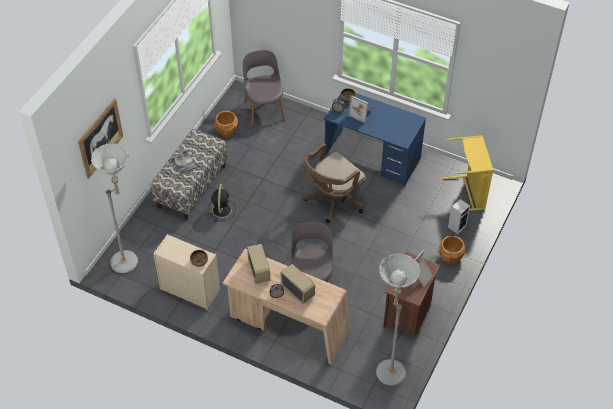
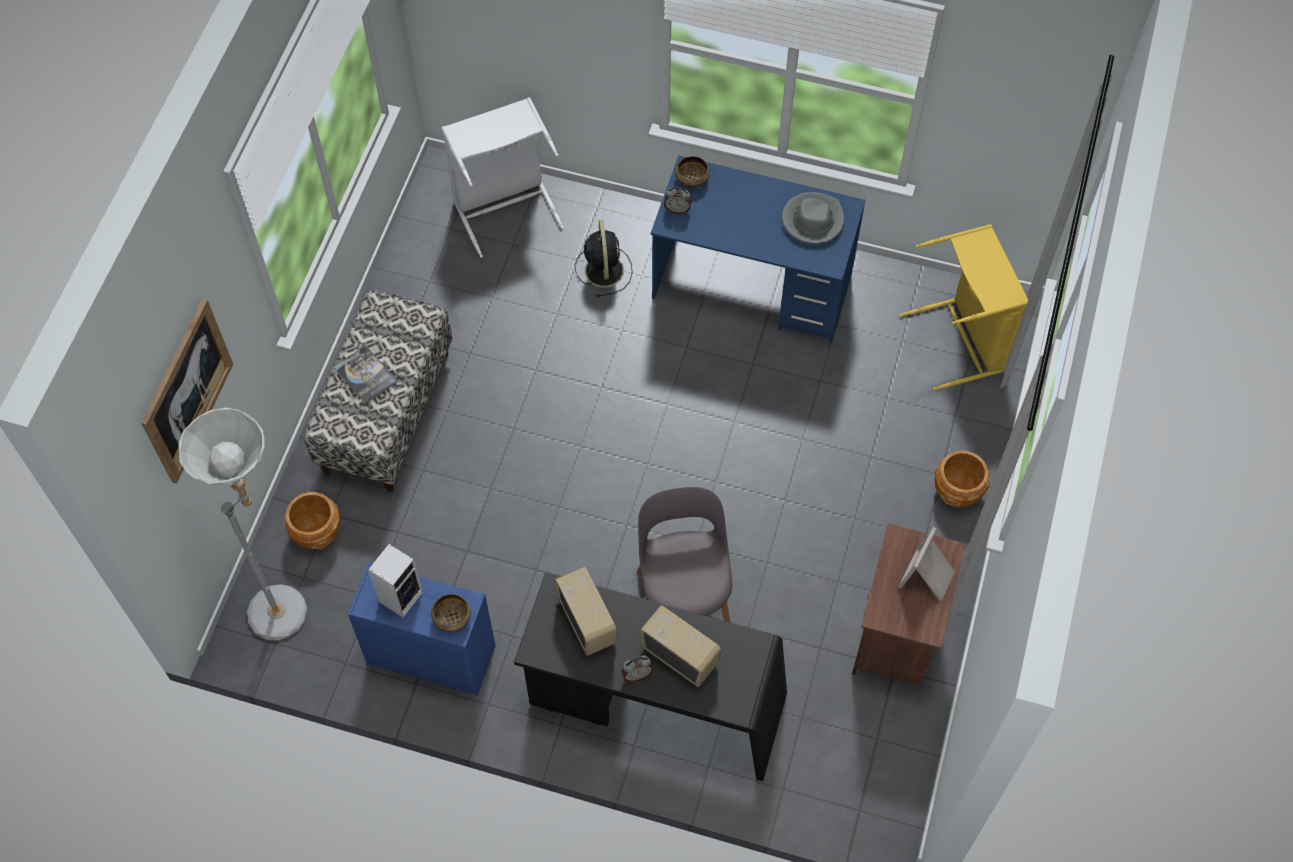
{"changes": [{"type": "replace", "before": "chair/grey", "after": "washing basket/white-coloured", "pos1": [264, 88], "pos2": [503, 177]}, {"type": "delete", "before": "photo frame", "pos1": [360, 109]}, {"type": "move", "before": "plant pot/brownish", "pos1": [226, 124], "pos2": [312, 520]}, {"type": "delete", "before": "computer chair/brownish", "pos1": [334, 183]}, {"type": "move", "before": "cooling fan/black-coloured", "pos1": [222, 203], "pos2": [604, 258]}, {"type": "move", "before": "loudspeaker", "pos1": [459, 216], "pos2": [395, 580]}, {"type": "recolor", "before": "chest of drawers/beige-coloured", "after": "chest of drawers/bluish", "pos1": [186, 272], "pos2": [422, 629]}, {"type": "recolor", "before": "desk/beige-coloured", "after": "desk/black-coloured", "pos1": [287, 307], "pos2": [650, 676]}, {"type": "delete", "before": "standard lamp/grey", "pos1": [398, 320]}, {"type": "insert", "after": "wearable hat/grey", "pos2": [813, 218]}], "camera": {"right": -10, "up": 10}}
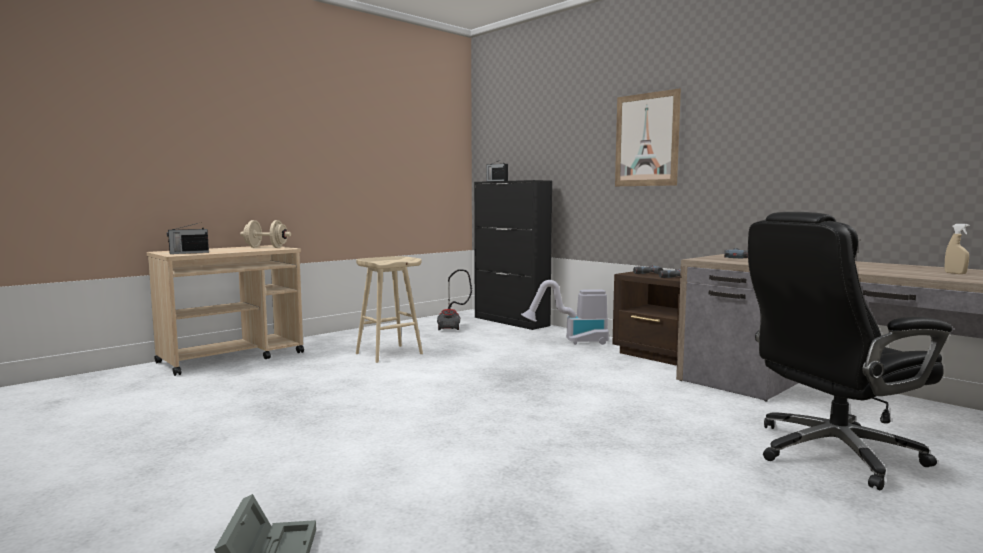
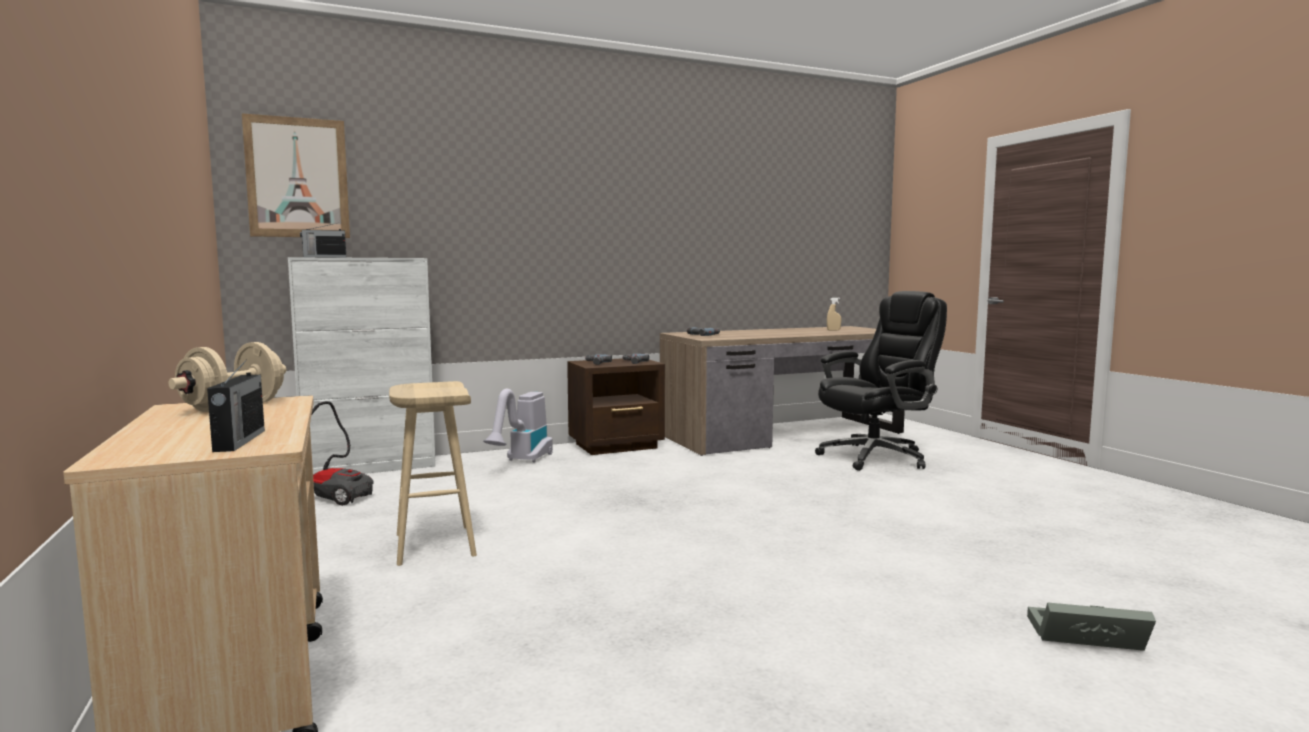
{"changes": [{"type": "move", "before": "wall picture", "pos1": [648, 137], "pos2": [296, 175]}, {"type": "recolor", "before": "cupboard/black-coloured", "after": "cupboard/white-coloured", "pos1": [513, 255], "pos2": [362, 366]}, {"type": "rotate", "before": "computer chair/black-coloured", "pos1": [850, 351], "pos2": [881, 381], "turn": -120}], "camera": {"right": -70, "up": 0}}
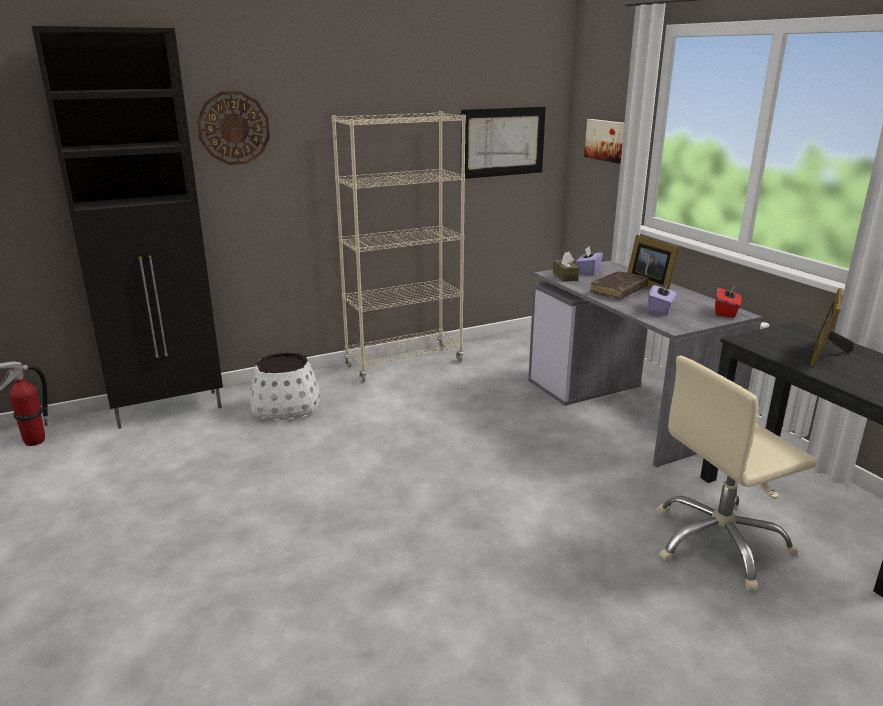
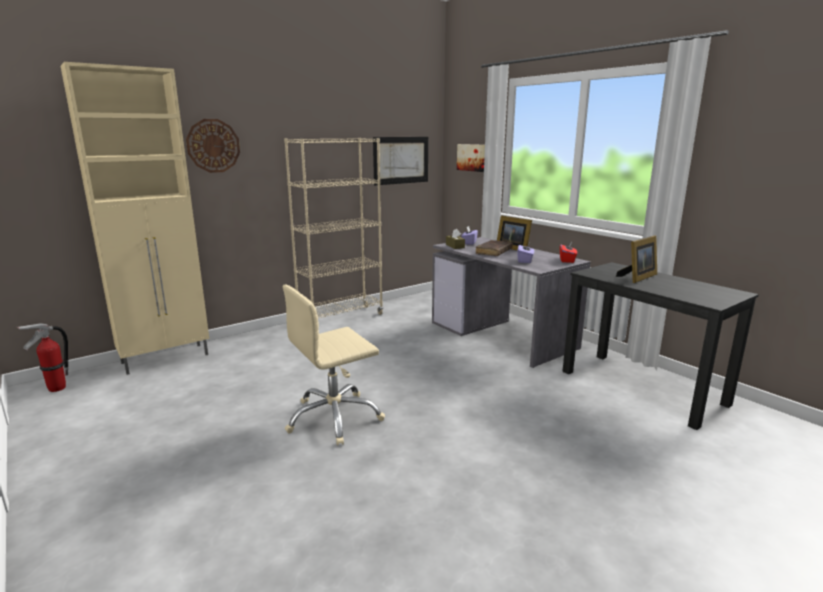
{"changes": [{"type": "recolor", "before": "cupboard/black-coloured", "after": "cupboard/beige-coloured", "pos1": [127, 227], "pos2": [135, 218]}, {"type": "rotate", "before": "photo frame", "pos1": [832, 327], "pos2": [636, 259], "turn": -150}, {"type": "delete", "before": "plant pot/white-coloured", "pos1": [285, 386]}, {"type": "move", "before": "computer chair/beige-coloured", "pos1": [737, 473], "pos2": [334, 365]}], "camera": {"right": -10, "up": -5}}
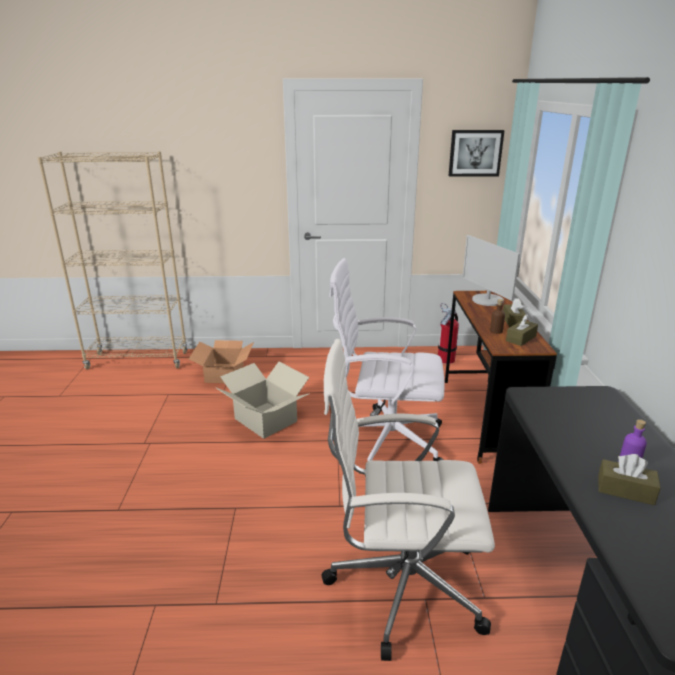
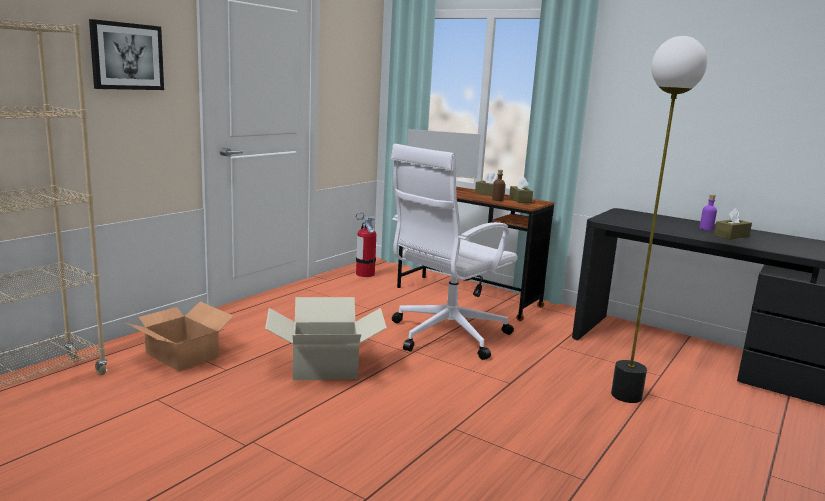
{"changes": [{"type": "move", "before": "wall picture", "pos1": [476, 153], "pos2": [126, 54]}, {"type": "replace", "before": "computer chair/white-coloured", "after": "standard lamp", "pos1": [408, 500], "pos2": [659, 219]}], "camera": {"right": -55, "up": -10}}
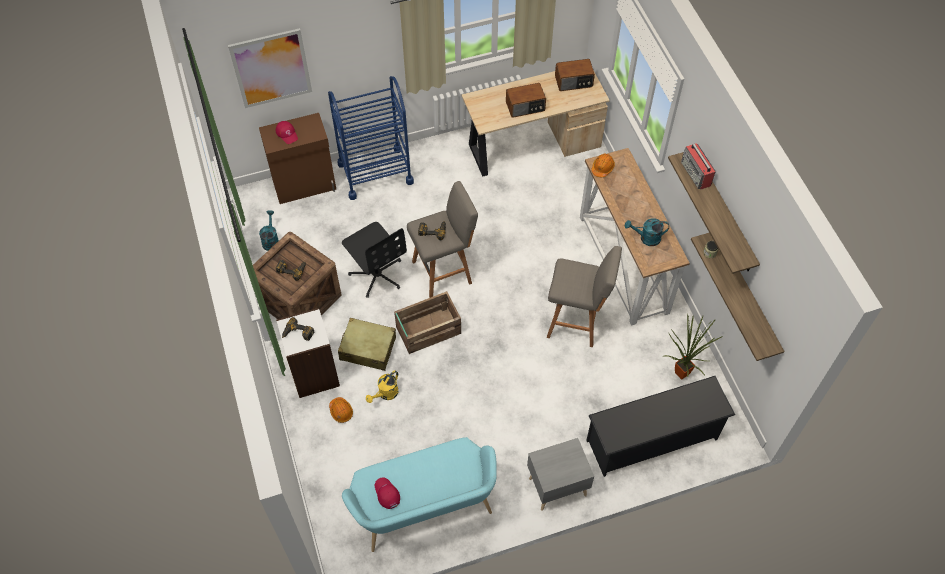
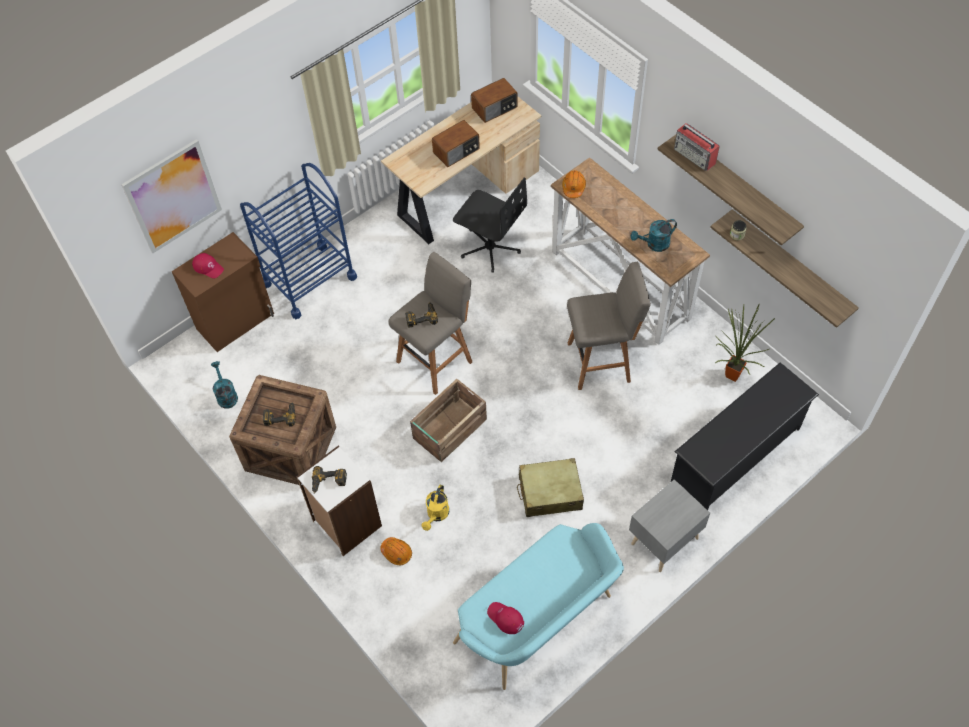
{"changes": [{"type": "move", "before": "computer chair/black-coloured", "pos1": [374, 260], "pos2": [490, 225]}, {"type": "move", "before": "suitcase/beige-coloured", "pos1": [367, 344], "pos2": [550, 487]}], "camera": {"right": -20, "up": 0}}
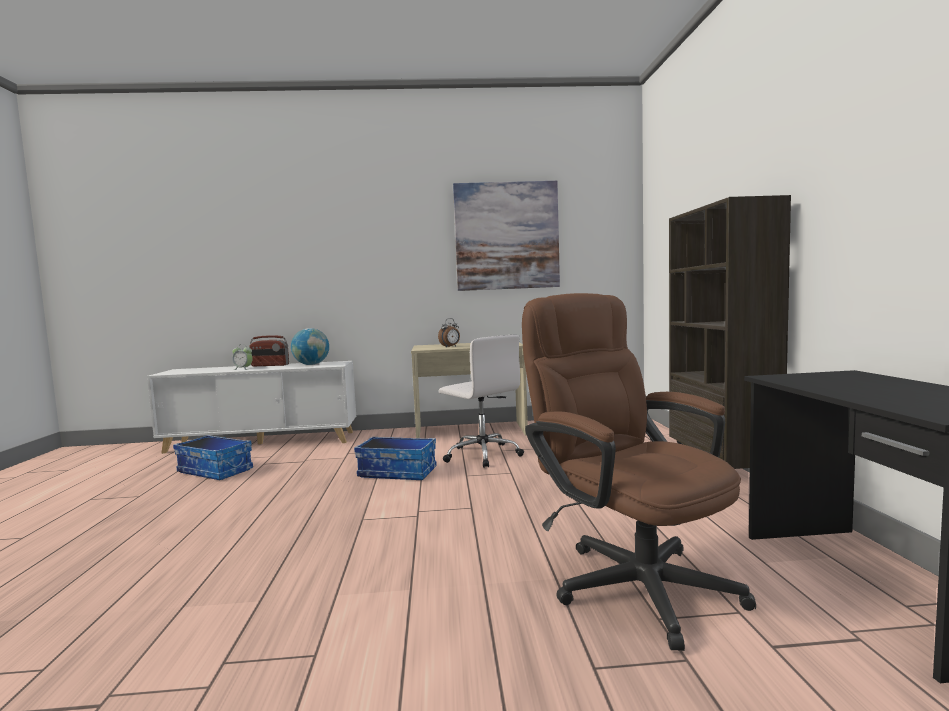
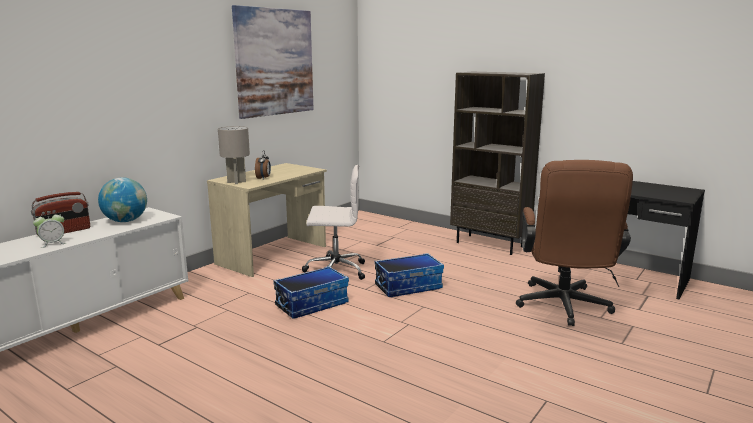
{"changes": [{"type": "rotate", "before": "computer chair/brownish", "pos1": [639, 472], "pos2": [574, 243], "turn": -90}, {"type": "move", "before": "storage container", "pos1": [213, 457], "pos2": [409, 275]}, {"type": "insert", "after": "tabletop lamp/grey", "pos2": [234, 155]}], "camera": {"right": -50, "up": 10}}
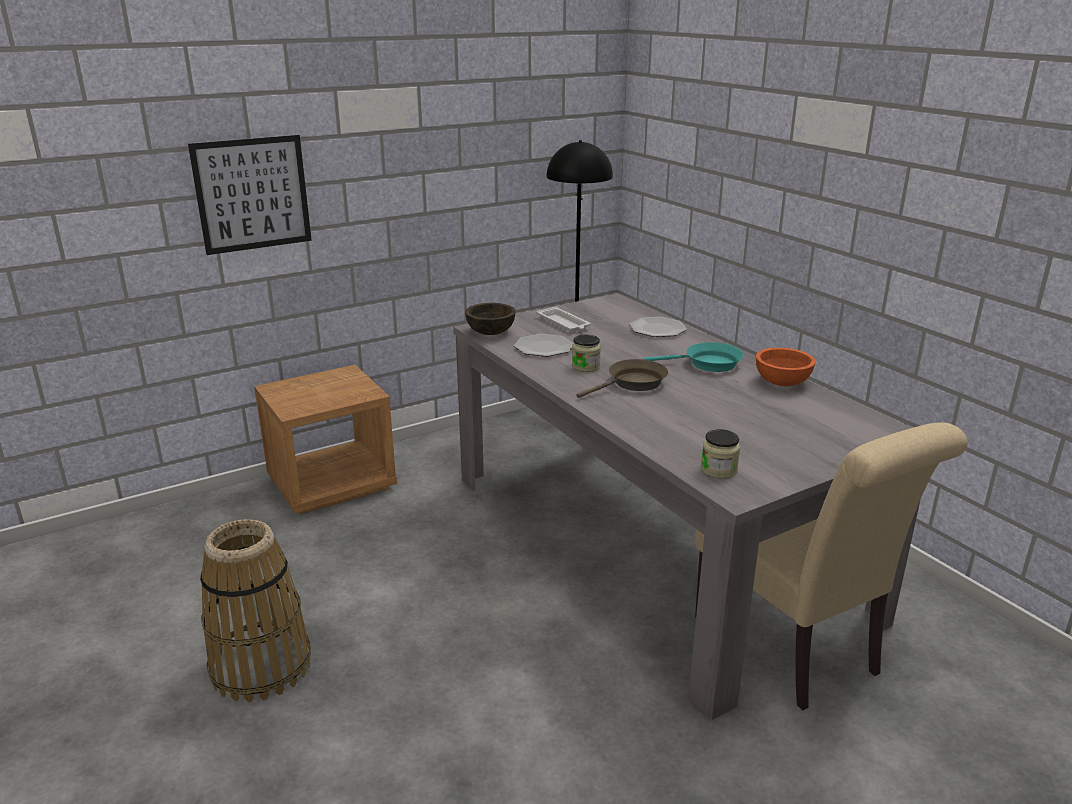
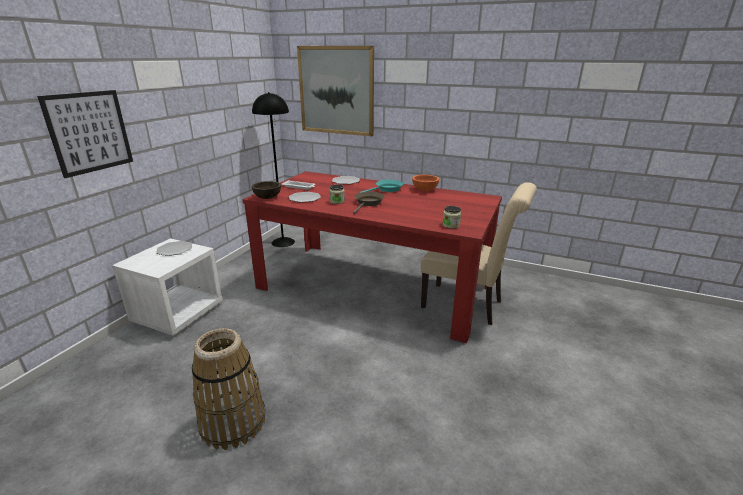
{"changes": [{"type": "recolor", "before": "kitchen table/grey", "after": "kitchen table/red-coloured", "pos1": [687, 506], "pos2": [372, 257]}, {"type": "recolor", "before": "nightstand/brownish", "after": "nightstand/white-coloured", "pos1": [325, 439], "pos2": [167, 287]}, {"type": "insert", "after": "wall picture", "pos2": [335, 91]}, {"type": "insert", "after": "flat dish", "pos2": [174, 248]}], "camera": {"right": -35, "up": 0}}
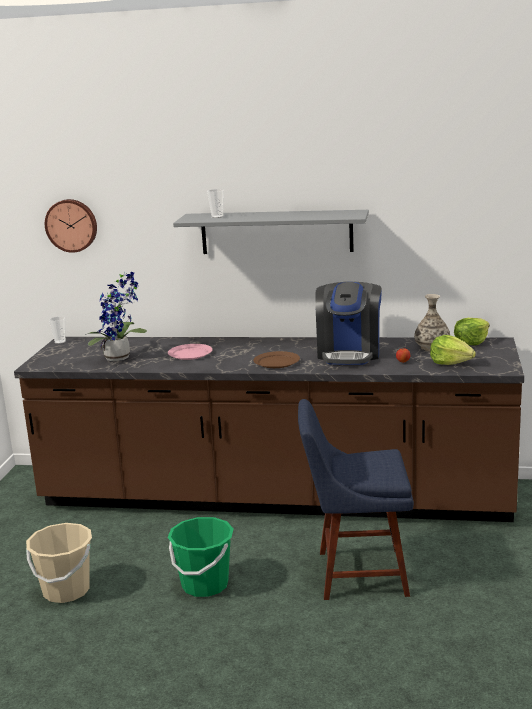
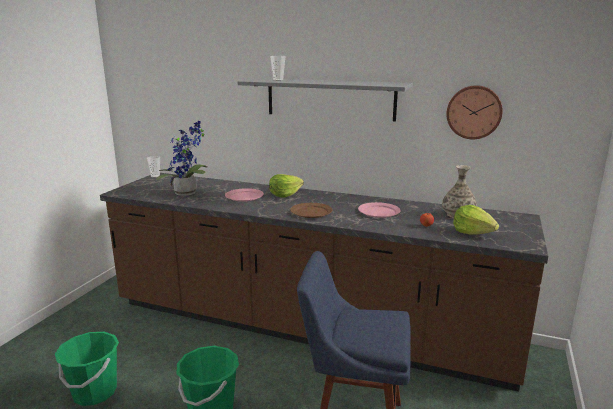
{"changes": [{"type": "move", "before": "wall clock", "pos1": [71, 226], "pos2": [474, 112]}, {"type": "replace", "before": "coffee machine", "after": "flat dish/pink", "pos1": [348, 323], "pos2": [379, 210]}, {"type": "move", "before": "lettuce", "pos1": [472, 331], "pos2": [286, 186]}, {"type": "recolor", "before": "water bucket/beige-coloured", "after": "water bucket/greenish", "pos1": [59, 563], "pos2": [87, 369]}], "camera": {"right": 10, "up": 0}}
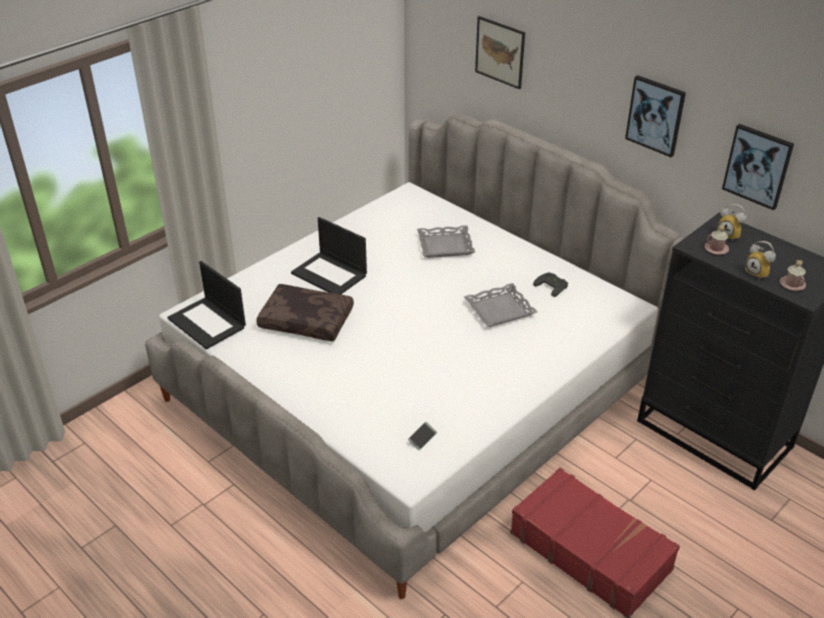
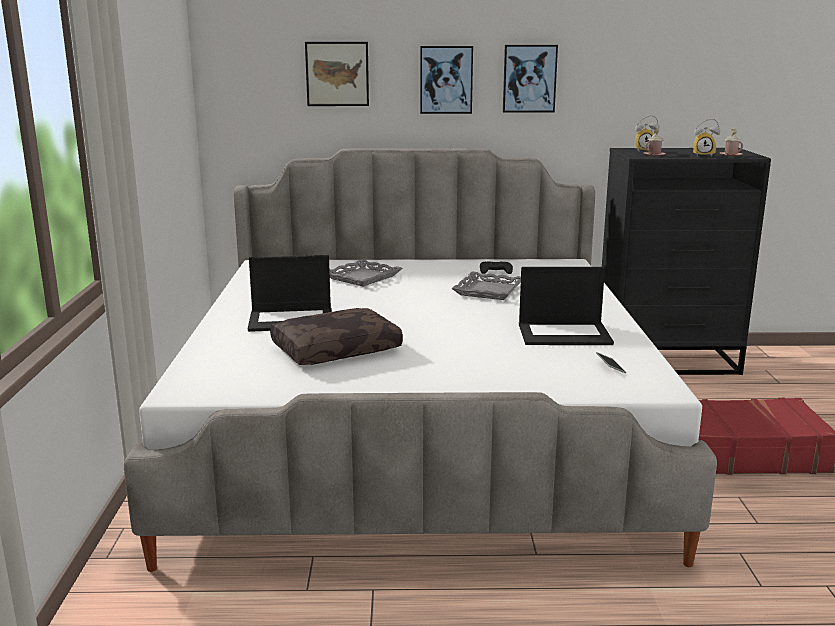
{"changes": [{"type": "move", "before": "wall picture", "pos1": [758, 167], "pos2": [446, 80]}, {"type": "move", "before": "portable computer", "pos1": [206, 305], "pos2": [566, 306]}], "camera": {"right": -45, "up": -20}}
